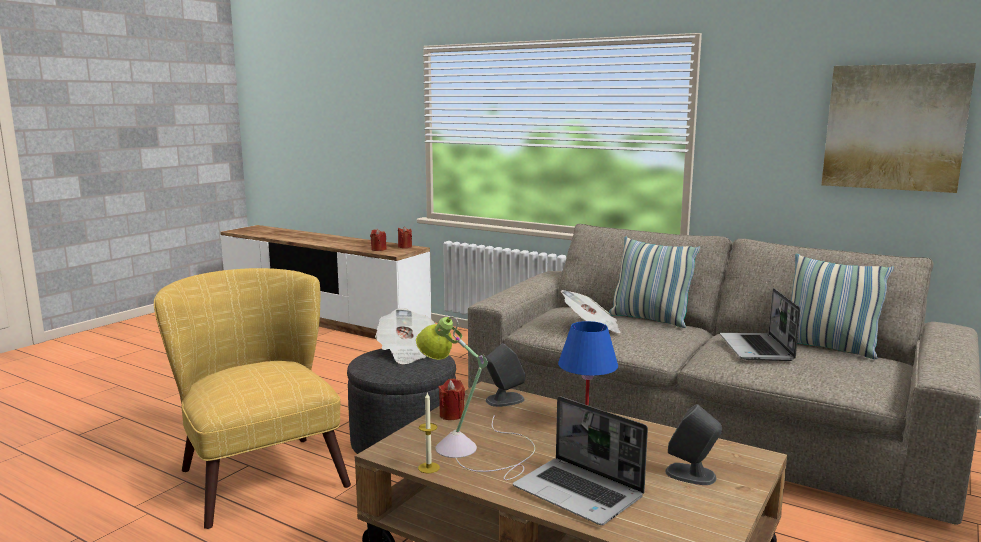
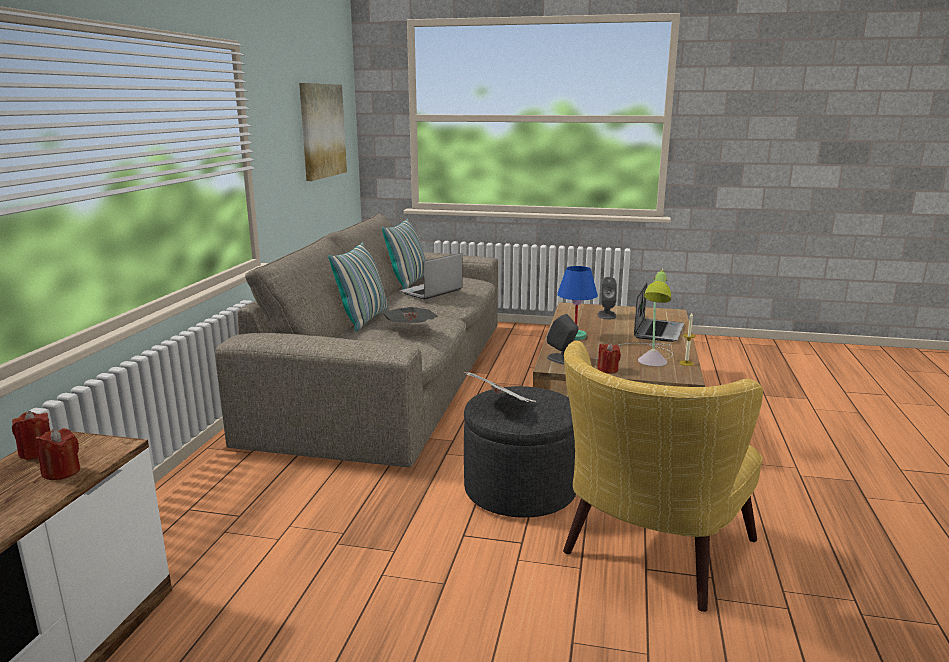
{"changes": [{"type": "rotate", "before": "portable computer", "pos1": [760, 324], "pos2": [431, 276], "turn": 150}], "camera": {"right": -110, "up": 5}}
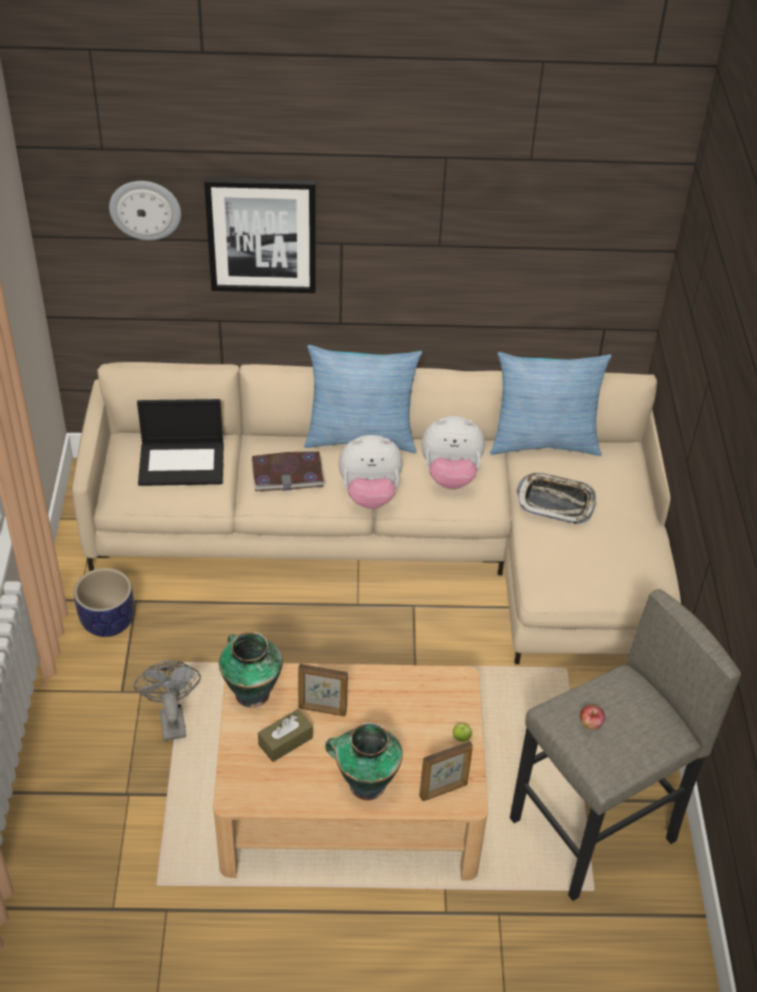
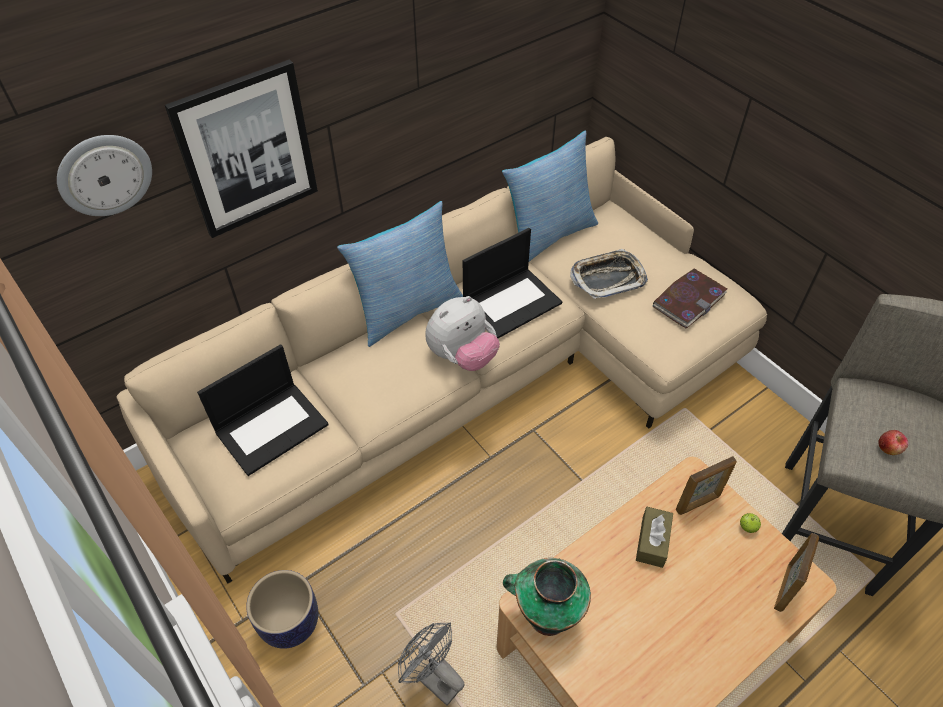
{"changes": [{"type": "replace", "before": "plush toy", "after": "portable computer", "pos1": [453, 452], "pos2": [512, 283]}, {"type": "move", "before": "book", "pos1": [288, 471], "pos2": [690, 298]}, {"type": "move", "before": "photo frame", "pos1": [323, 690], "pos2": [706, 485]}, {"type": "move", "before": "box of tissues/brownish", "pos1": [285, 735], "pos2": [654, 537]}, {"type": "delete", "before": "vase", "pos1": [364, 761]}], "camera": {"right": -35, "up": 5}}
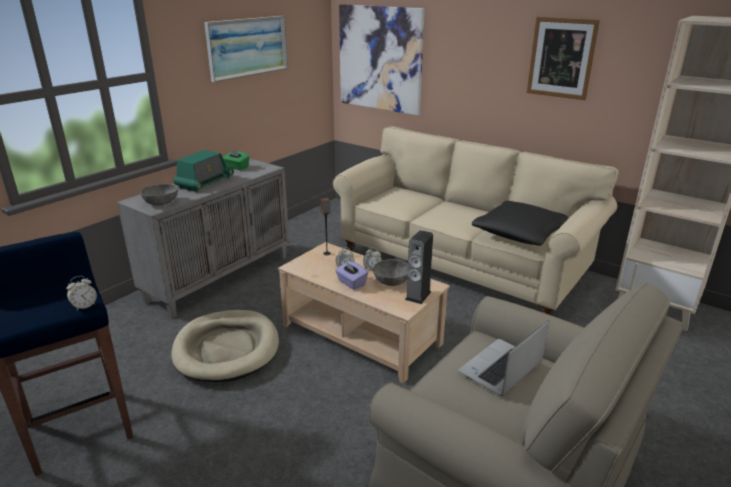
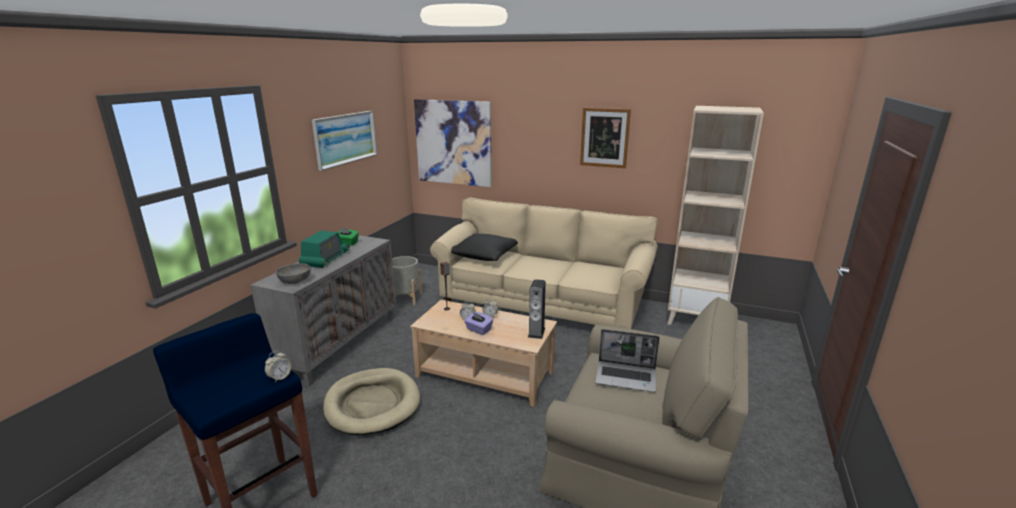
{"changes": [{"type": "move", "before": "pillow/black-coloured", "pos1": [520, 223], "pos2": [484, 247]}, {"type": "delete", "before": "deep dish/grey", "pos1": [390, 272]}, {"type": "rotate", "before": "portable computer", "pos1": [503, 358], "pos2": [627, 360], "turn": -105}, {"type": "insert", "after": "plant pot/grey", "pos2": [407, 280]}], "camera": {"right": -15, "up": -5}}
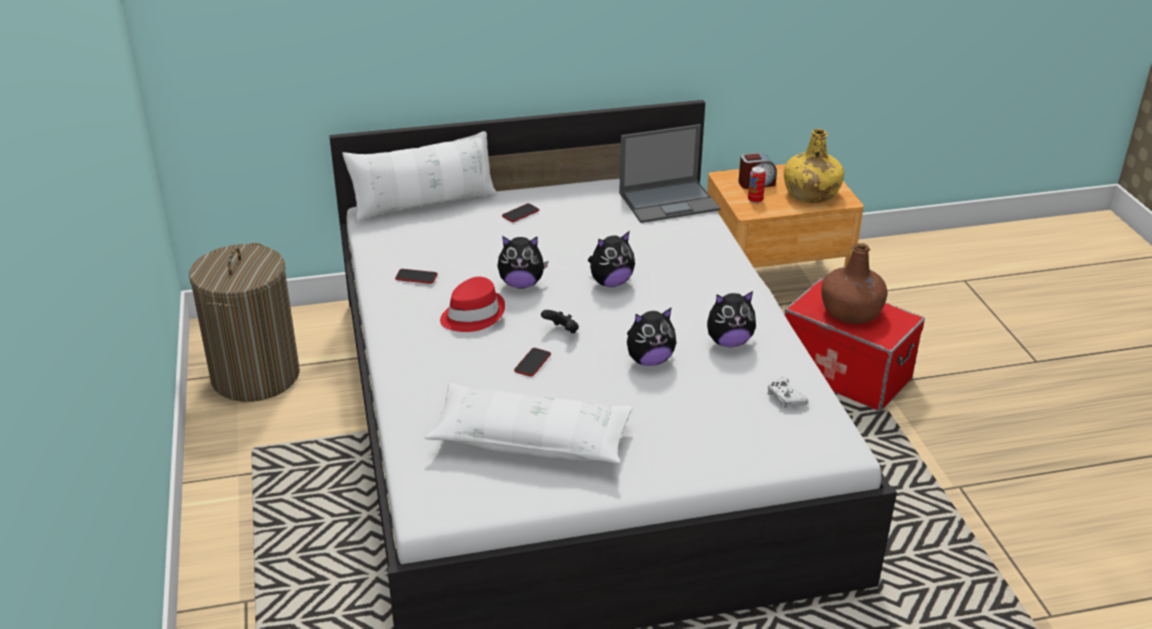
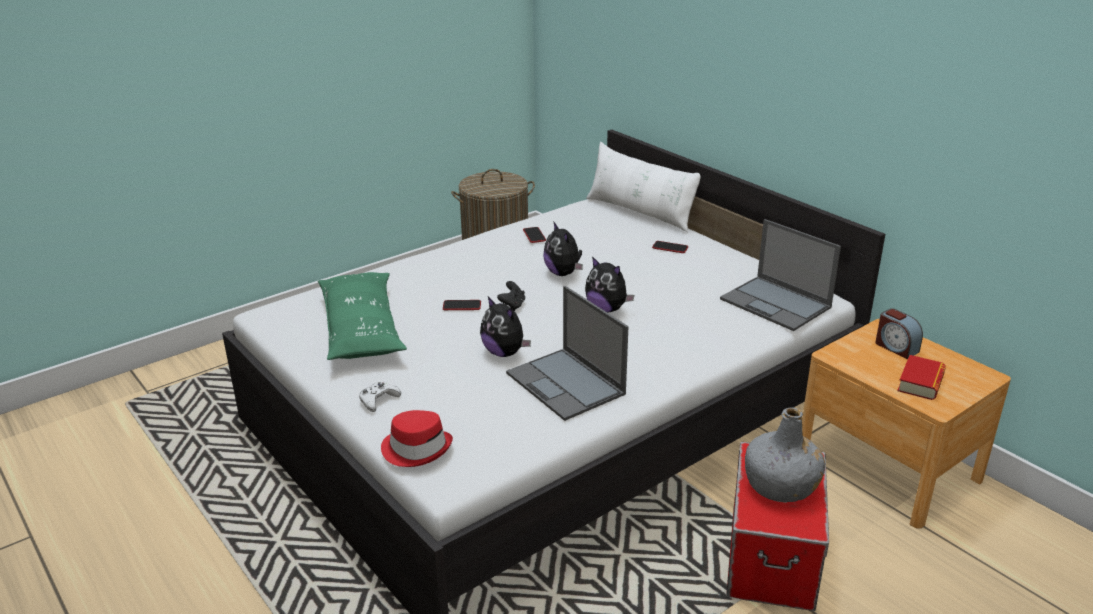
{"changes": [{"type": "replace", "before": "drink bottle/yellowish", "after": "book", "pos1": [814, 166], "pos2": [921, 377]}, {"type": "delete", "before": "metal can", "pos1": [757, 184]}, {"type": "recolor", "before": "drink bottle/brownish", "after": "drink bottle/grey", "pos1": [854, 283], "pos2": [785, 455]}, {"type": "move", "before": "wearable hat/red-coloured", "pos1": [472, 304], "pos2": [417, 438]}, {"type": "replace", "before": "plush toy", "after": "portable computer", "pos1": [731, 319], "pos2": [567, 353]}, {"type": "move", "before": "game controller/white-coloured", "pos1": [787, 393], "pos2": [380, 397]}, {"type": "recolor", "before": "pillow/white-coloured", "after": "pillow/greenish", "pos1": [528, 423], "pos2": [362, 316]}], "camera": {"right": 65, "up": -5}}
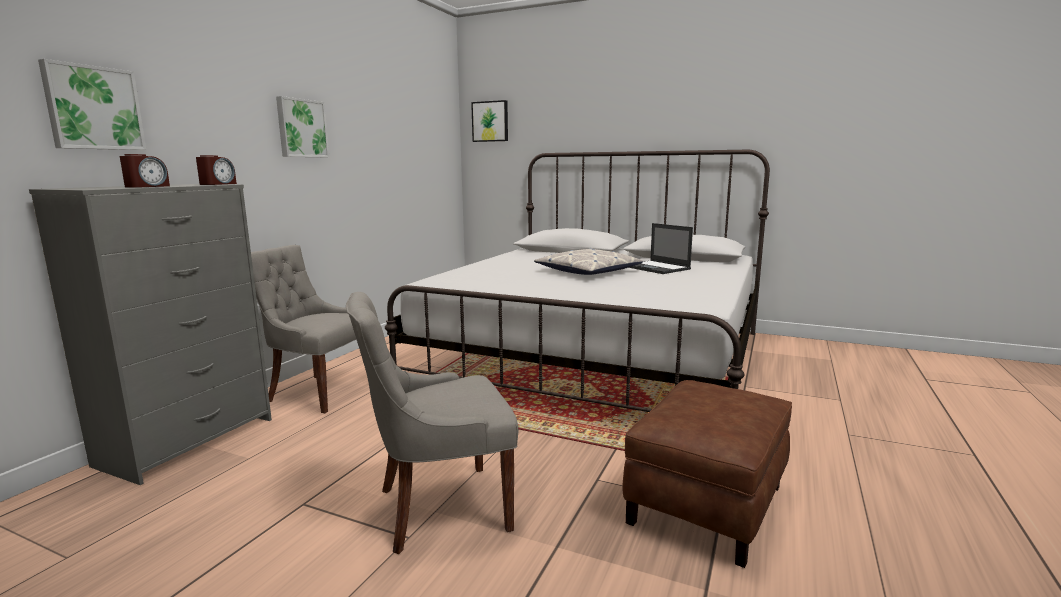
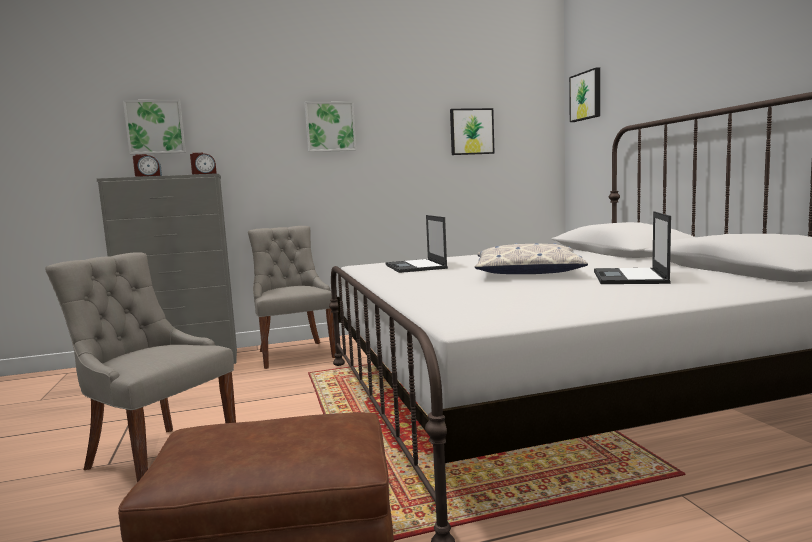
{"changes": [{"type": "insert", "after": "wall picture", "pos2": [472, 131]}, {"type": "insert", "after": "portable computer", "pos2": [416, 244]}], "camera": {"right": 50, "up": -5}}
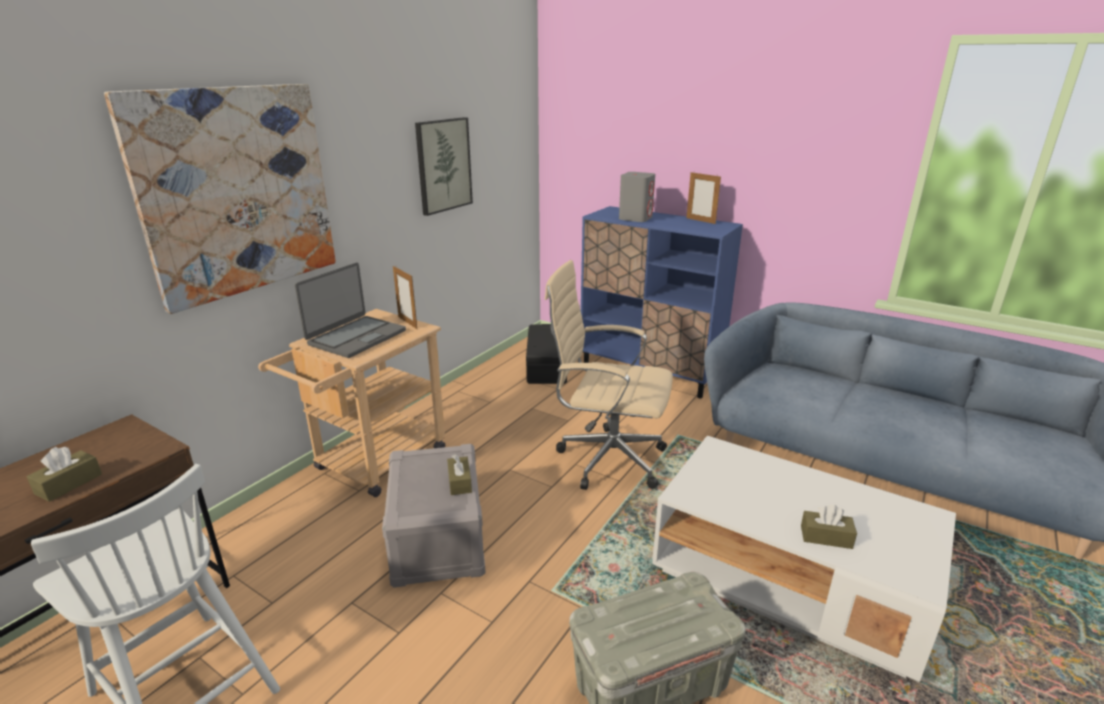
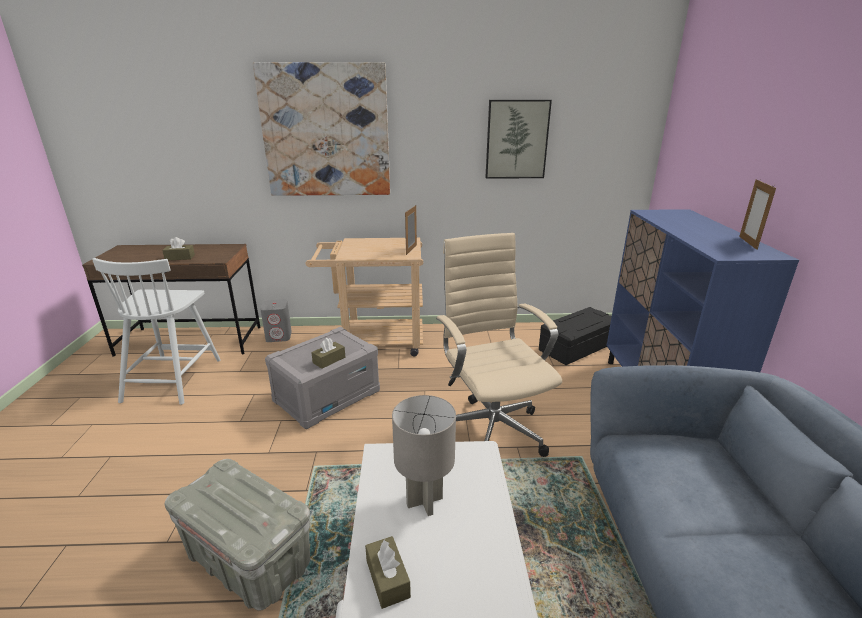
{"changes": [{"type": "move", "before": "loudspeaker/grey", "pos1": [637, 197], "pos2": [276, 320]}, {"type": "delete", "before": "portable computer", "pos1": [350, 310]}, {"type": "insert", "after": "tabletop lamp/grey", "pos2": [424, 455]}], "camera": {"right": 55, "up": 0}}
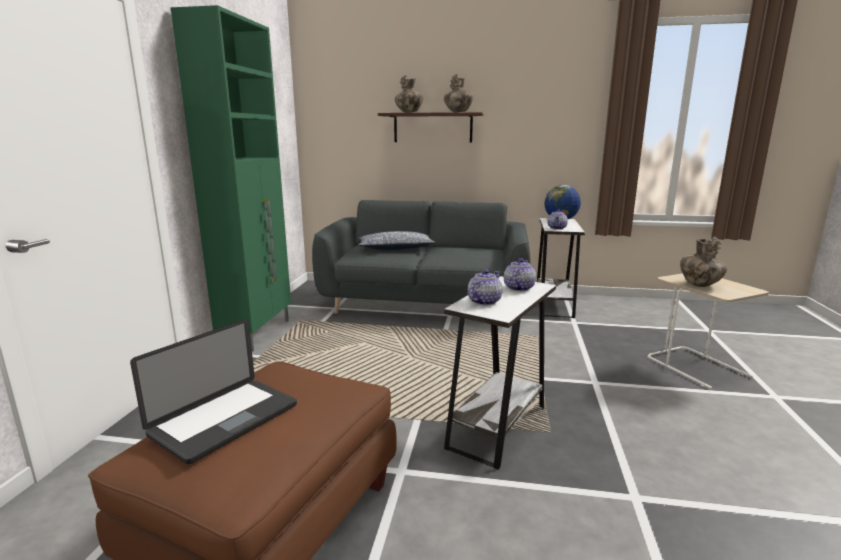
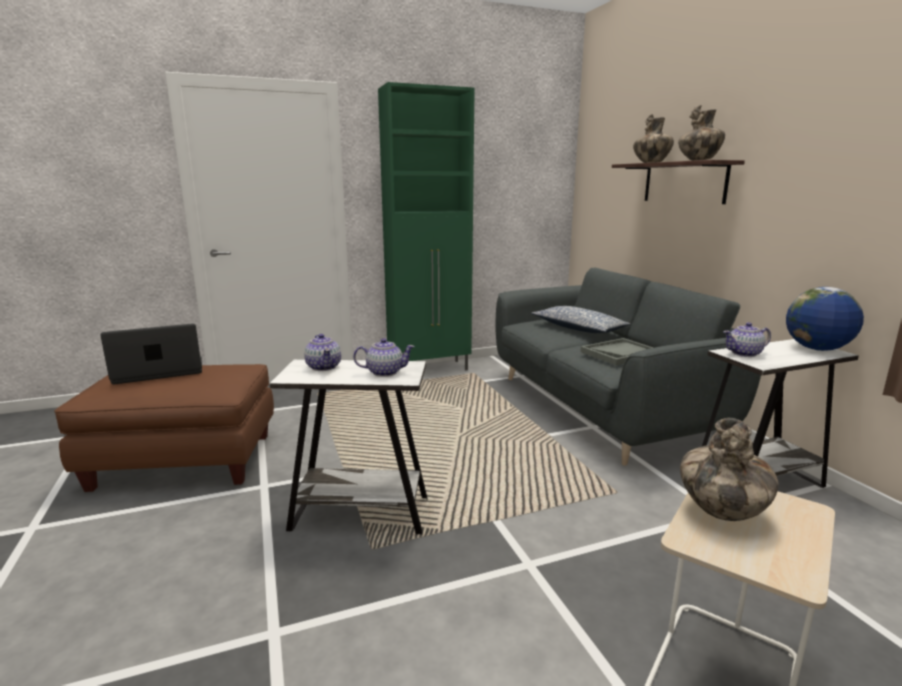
{"changes": [{"type": "rotate", "before": "tea pot", "pos1": [485, 287], "pos2": [322, 352], "turn": 60}, {"type": "rotate", "before": "portable computer", "pos1": [213, 391], "pos2": [151, 354], "turn": 150}, {"type": "insert", "after": "carrying tray/grey", "pos2": [616, 351]}], "camera": {"right": 60, "up": 0}}
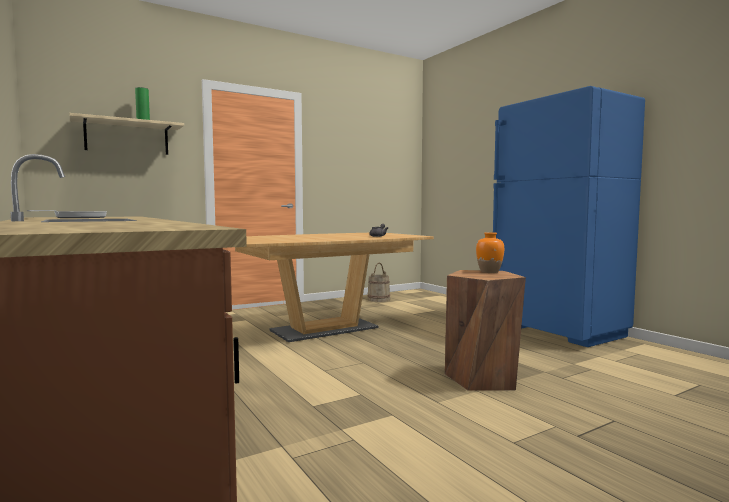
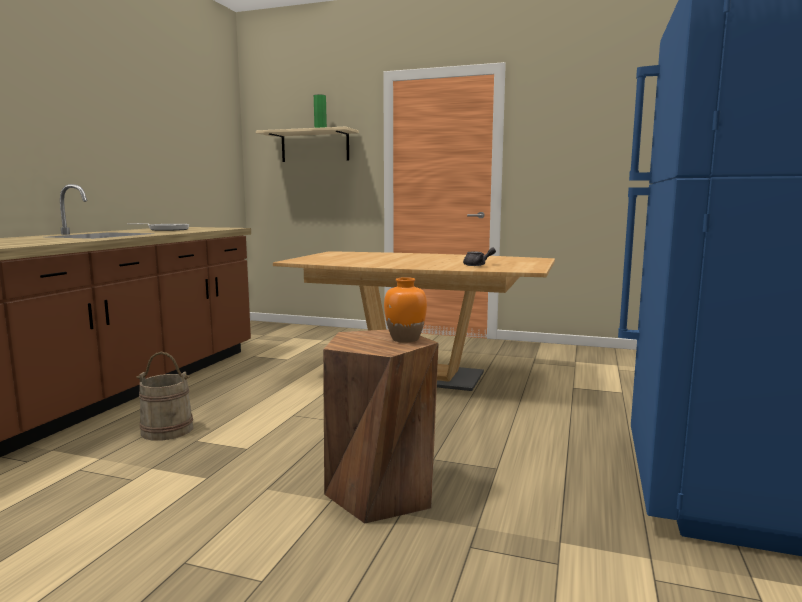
{"changes": [{"type": "move", "before": "water bucket/beige-coloured", "pos1": [378, 282], "pos2": [164, 396]}], "camera": {"right": 50, "up": 5}}
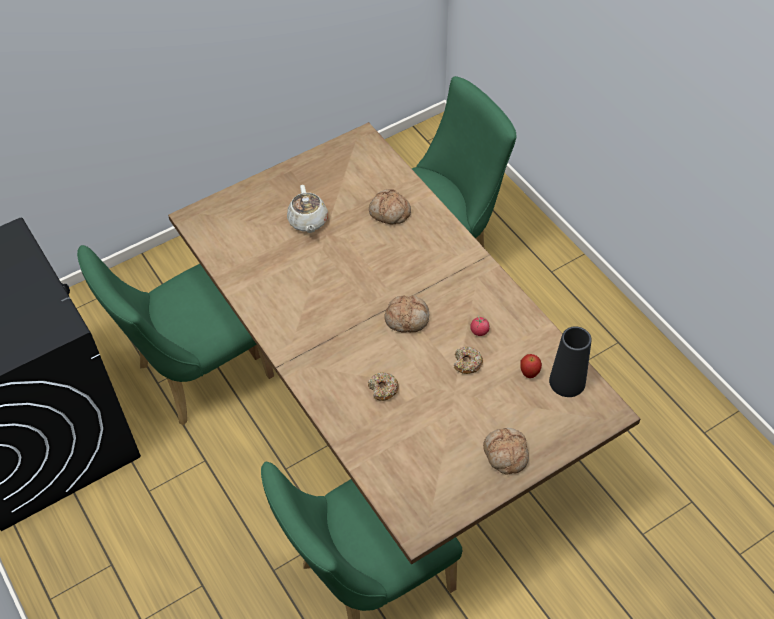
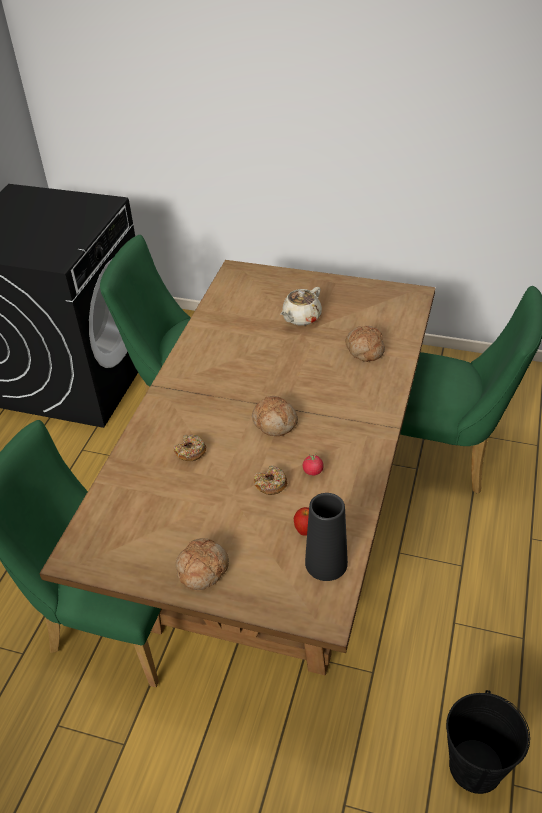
{"changes": [{"type": "insert", "after": "water bucket/black-coloured", "pos2": [488, 742]}], "camera": {"right": 50, "up": -10}}
